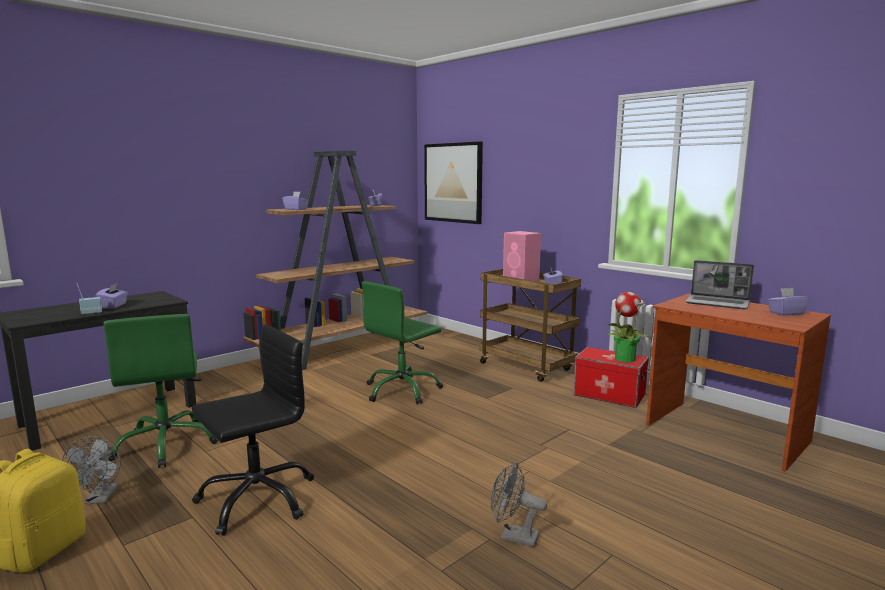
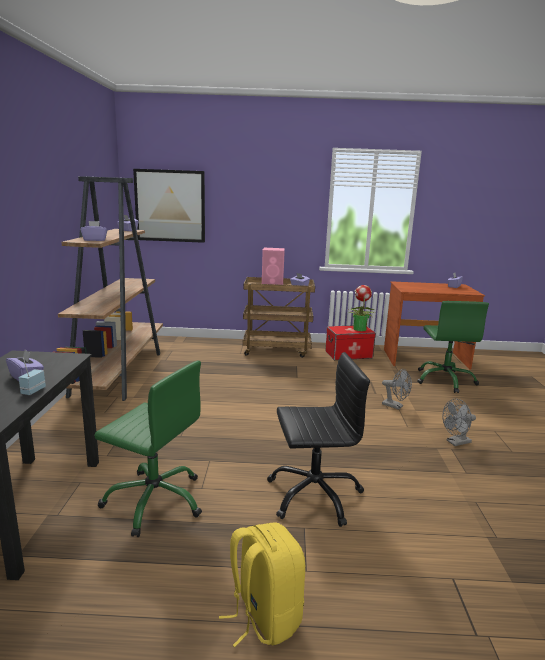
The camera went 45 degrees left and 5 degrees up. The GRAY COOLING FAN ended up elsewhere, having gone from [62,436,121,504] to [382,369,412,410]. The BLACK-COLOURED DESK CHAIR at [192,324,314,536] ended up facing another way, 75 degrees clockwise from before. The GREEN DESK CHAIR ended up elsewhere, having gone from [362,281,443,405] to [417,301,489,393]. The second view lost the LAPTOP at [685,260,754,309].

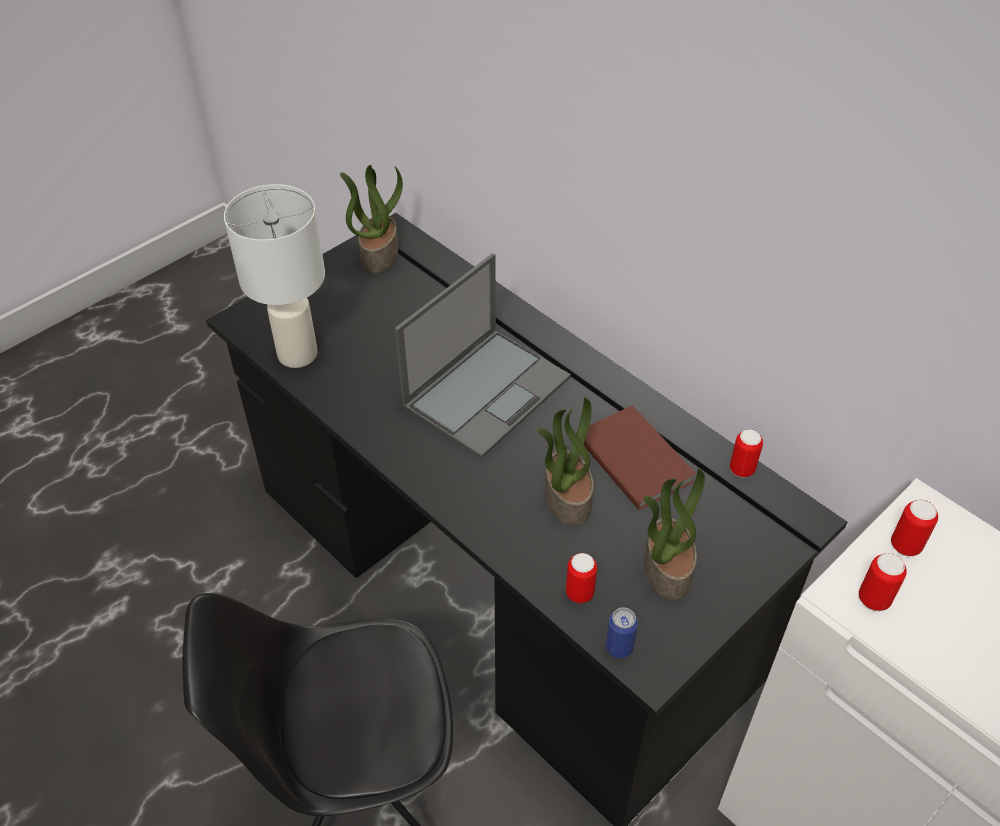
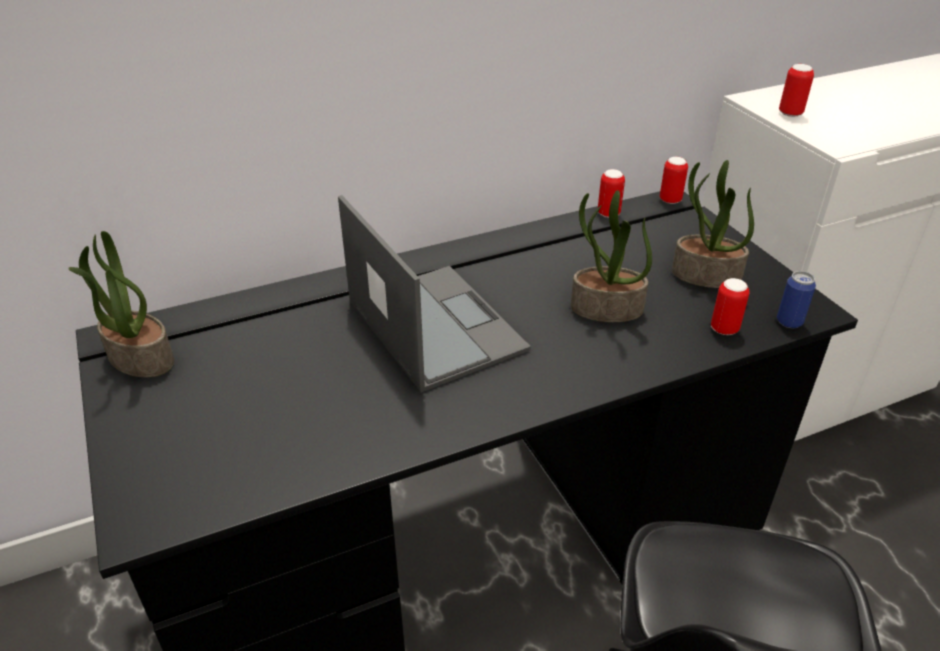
The camera went 70 degrees left and 10 degrees down. The second view lost the WHITE-COLOURED TABLETOP LAMP at [224,184,325,368]. The second view lost the BROWNISH BOUND BOOK at [584,405,696,510]. The CAN ended up elsewhere, having gone from [859,553,907,611] to [660,157,688,204].

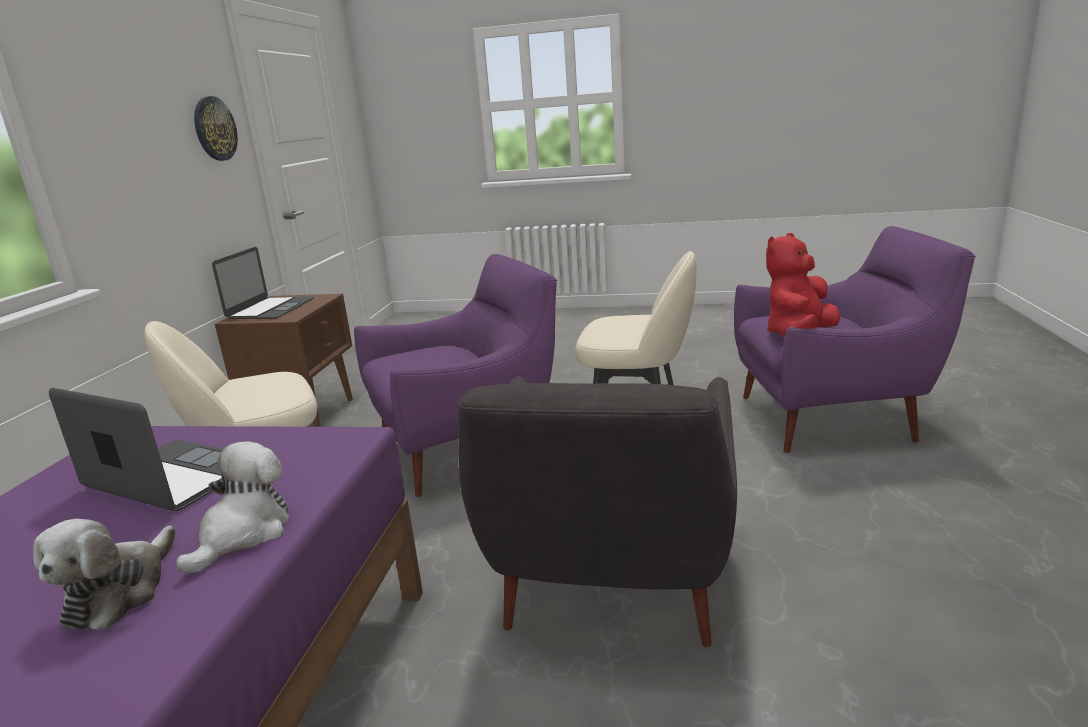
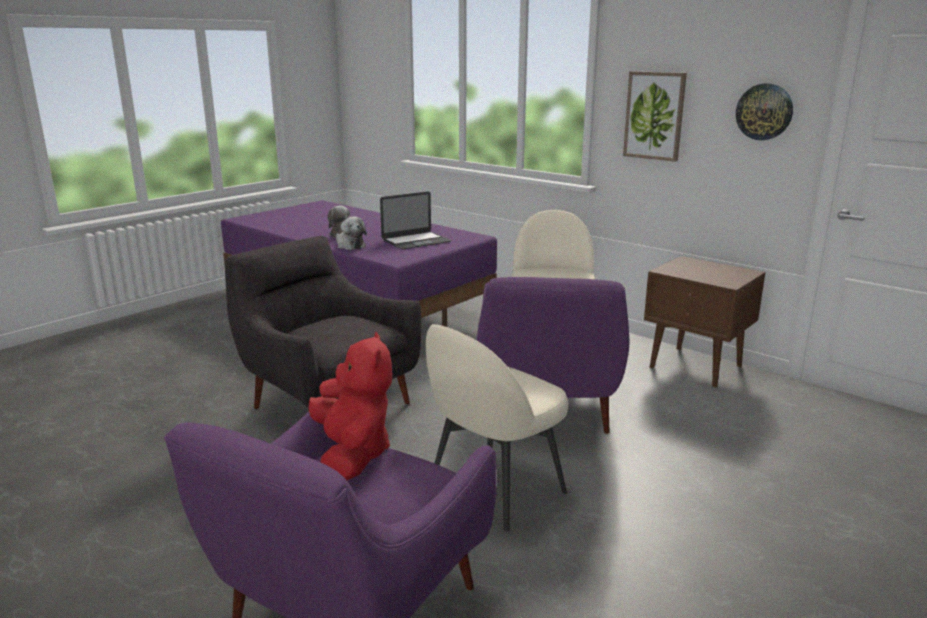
The camera went 120 degrees right and 0 degrees up. The second view lost the LAPTOP at [212,247,314,319]. The second view gained the WALL PICTURE at [623,71,687,162].

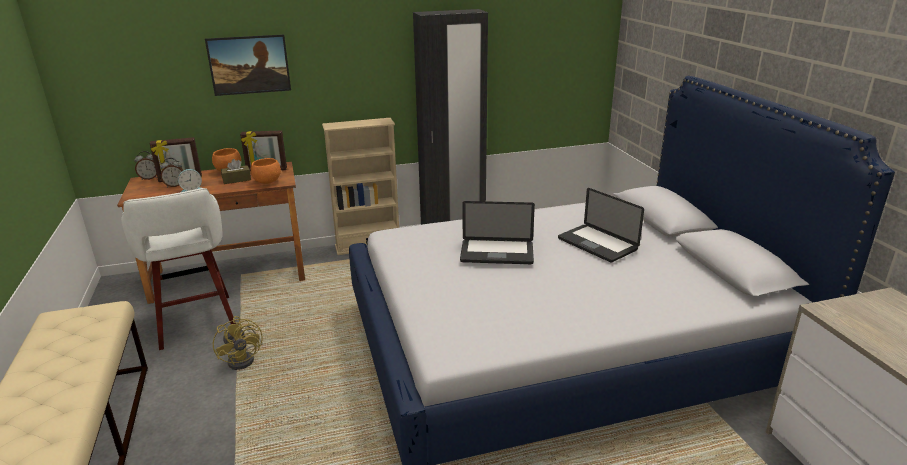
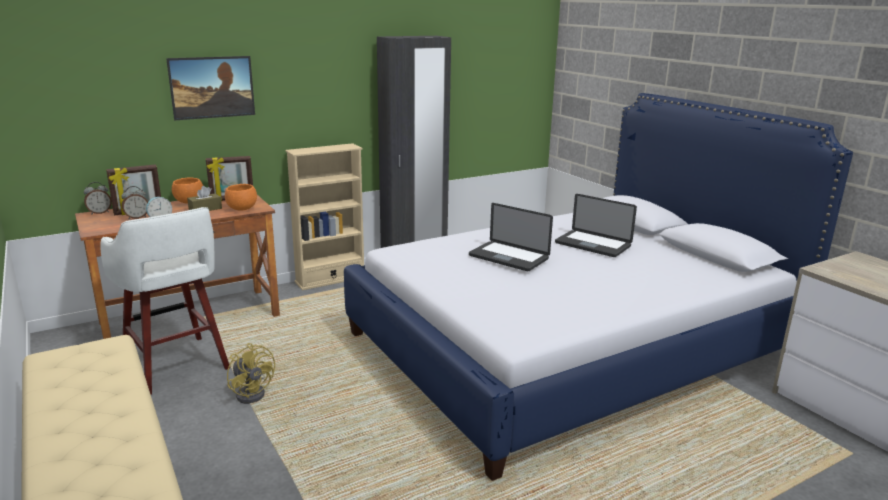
The camera went 15 degrees left and 5 degrees down. The LAPTOP at [460,201,535,264] ended up facing another way, 45 degrees clockwise from before.

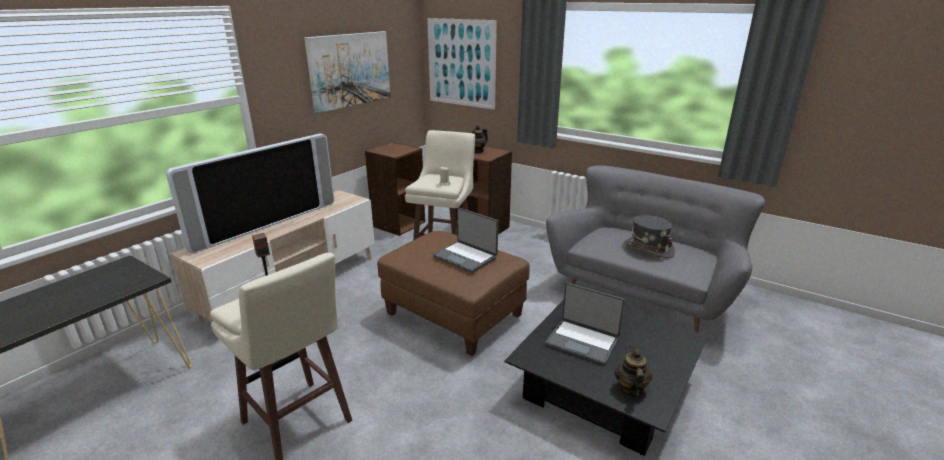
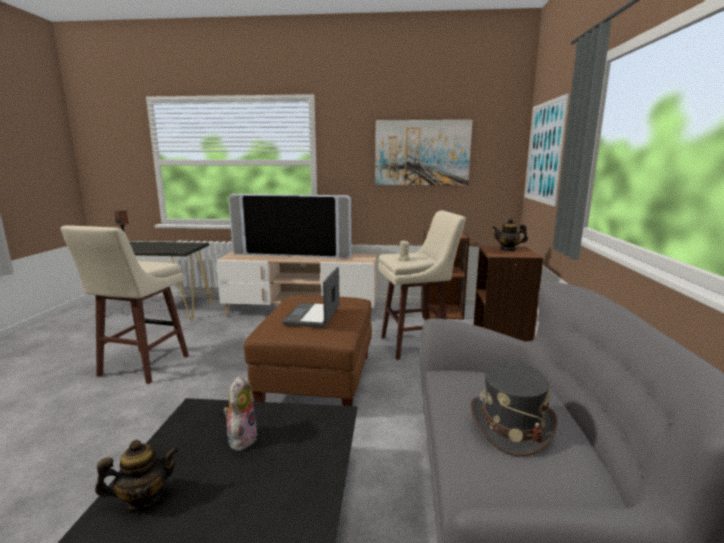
The camera went 60 degrees right and 10 degrees down. Where the LAPTOP stood at [545,283,625,365], the CUDDLY TOY came to stand at [223,376,258,451].

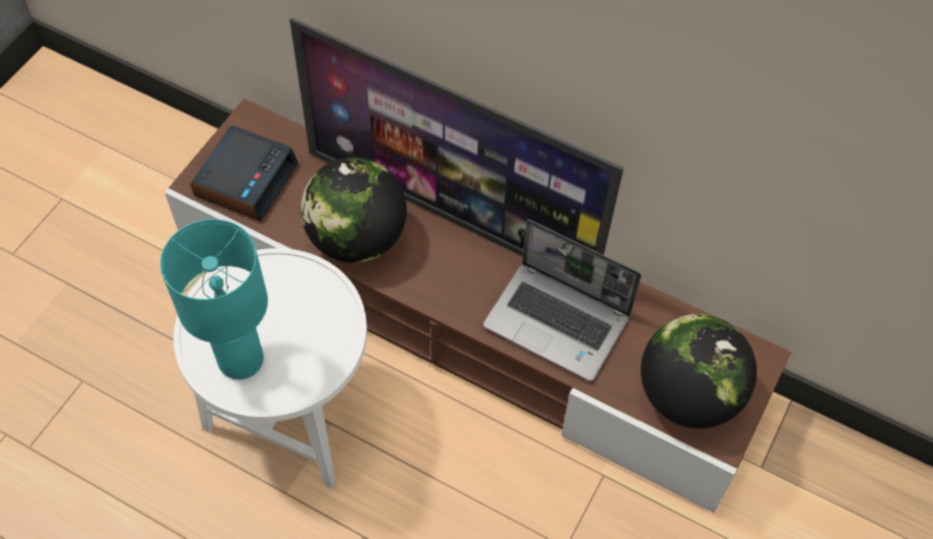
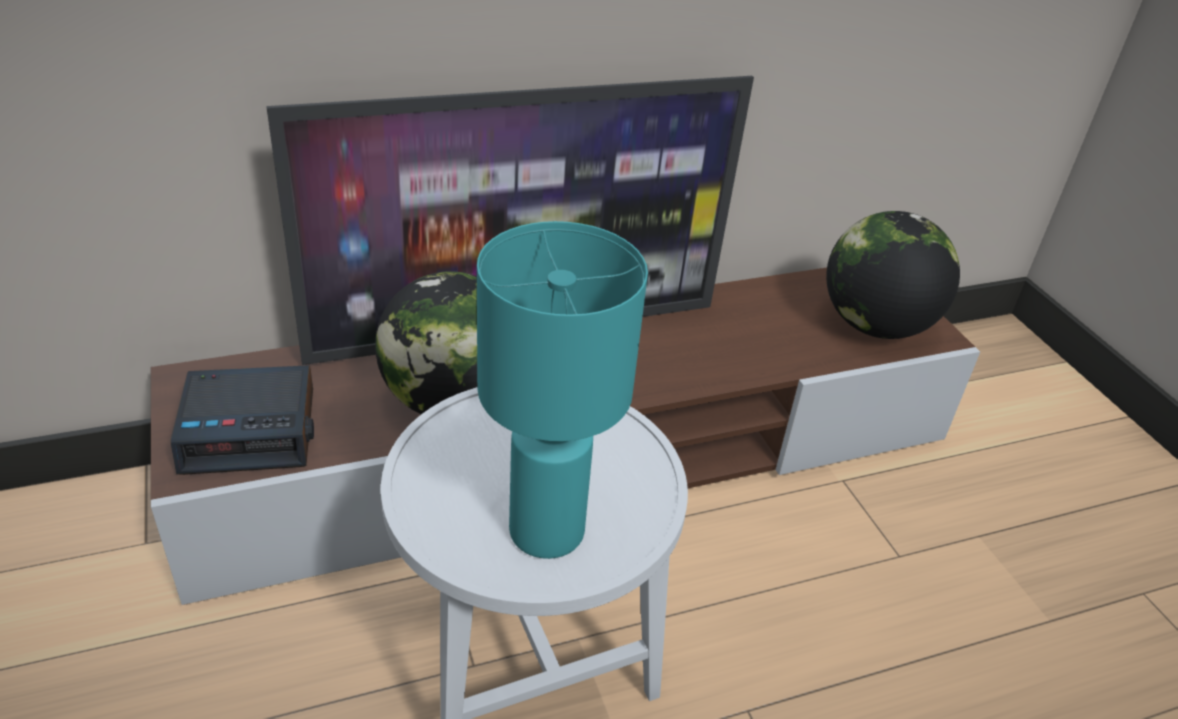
The camera went 50 degrees left and 20 degrees down. The ALARM CLOCK at [190,125,298,222] ended up facing another way, 105 degrees clockwise from before. The second view lost the LAPTOP at [483,220,641,381].

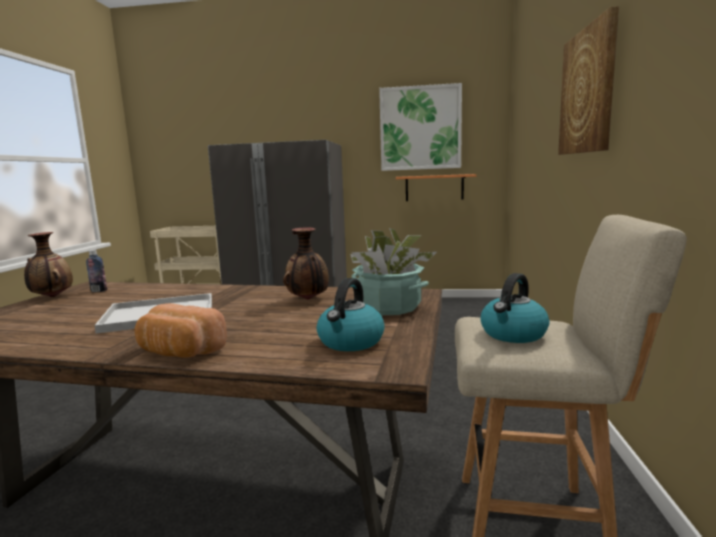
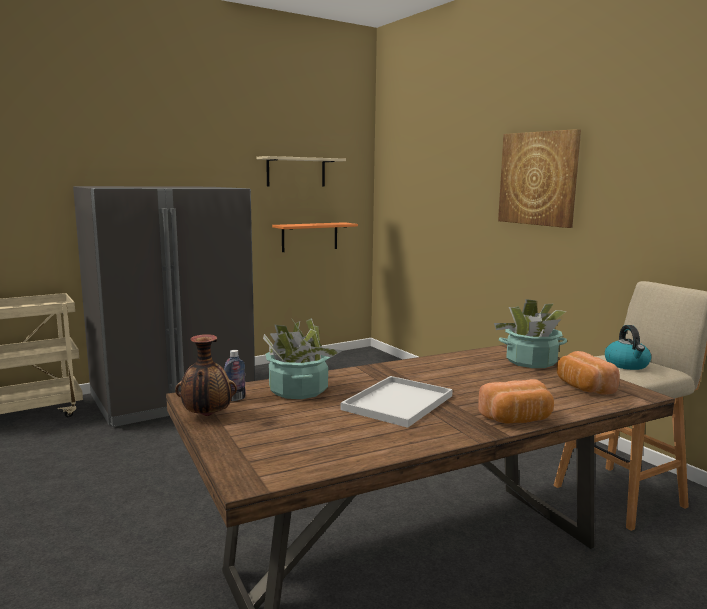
The camera went 40 degrees left and 0 degrees up. The second view lost the FLOWER VASE at [283,227,329,300]. Where the TEA KETTLE stood at [317,278,385,351], the BAKED BREAD came to stand at [557,351,620,395]. Where the WALL PICTURE hung at [379,83,462,171], the SAND-COLOURED SHELF came to hang at [256,156,346,187]. The second view gained the HOUSEPLANT at [263,318,343,399].

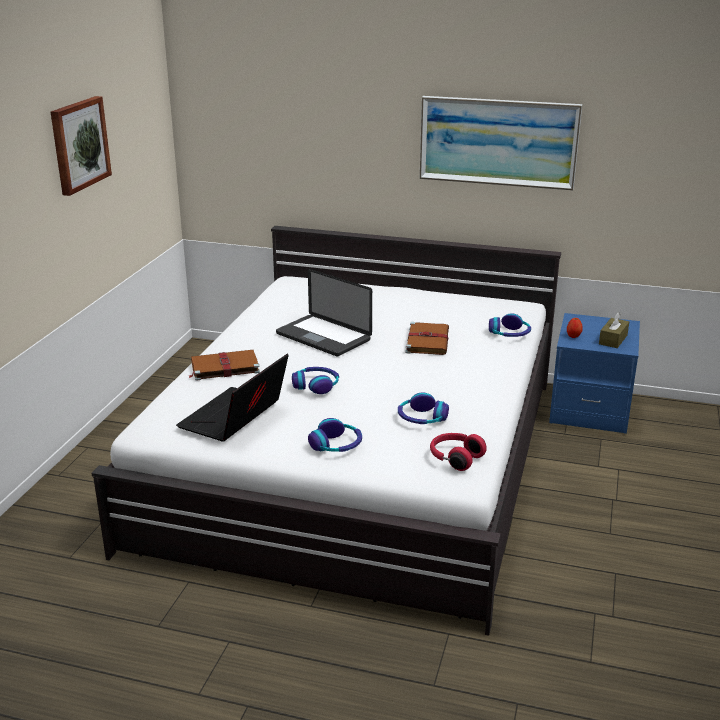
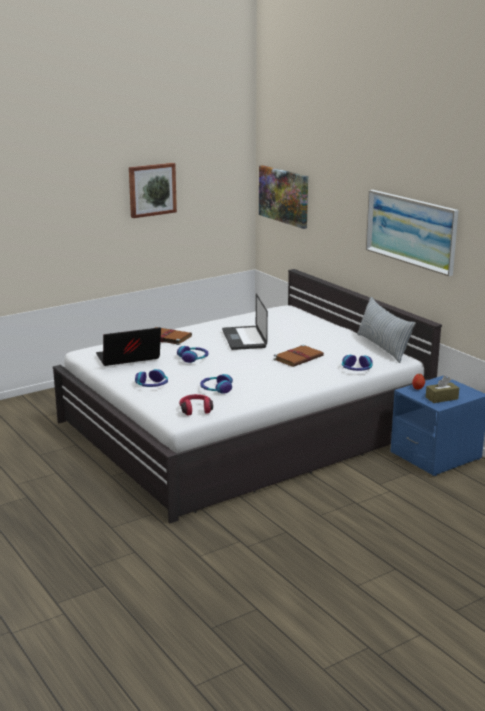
The camera went 40 degrees right and 5 degrees down. The second view gained the WALL PICTURE at [259,165,308,229]. The second view gained the THROW PILLOW at [357,297,416,363].

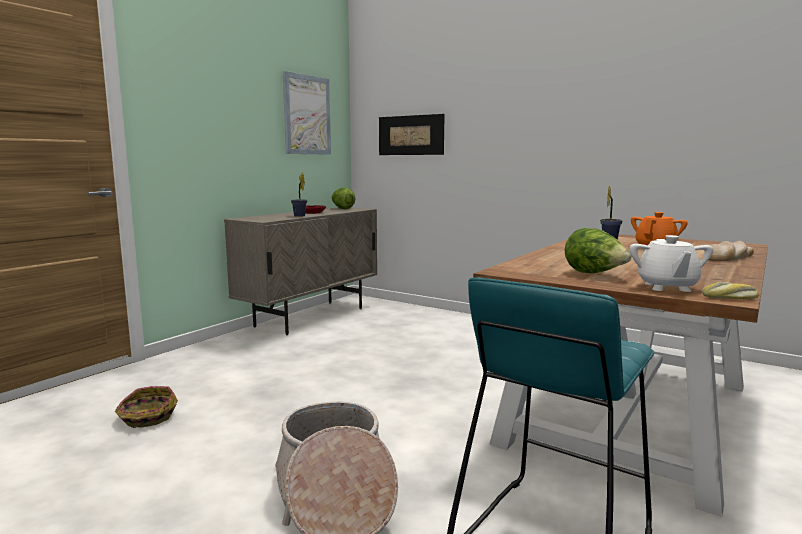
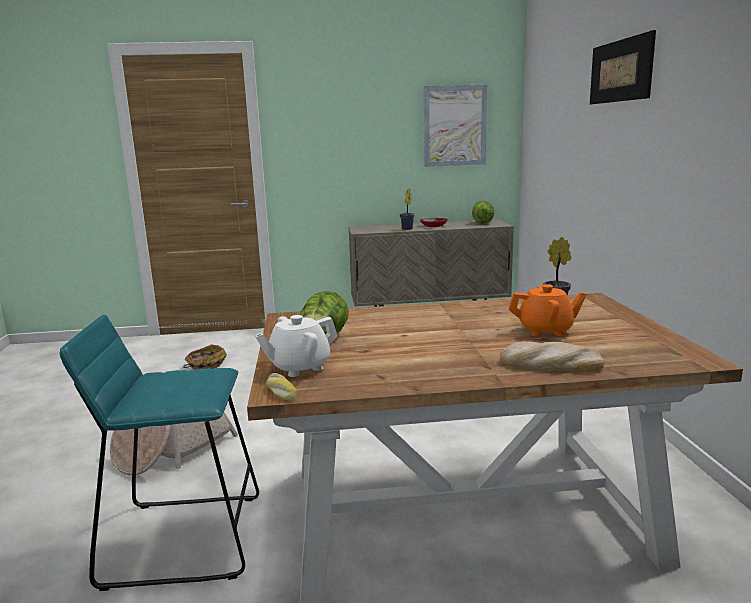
The camera went 50 degrees right and 5 degrees up. The WALL PICTURE ended up elsewhere, having gone from [379,114,445,155] to [590,30,656,104].

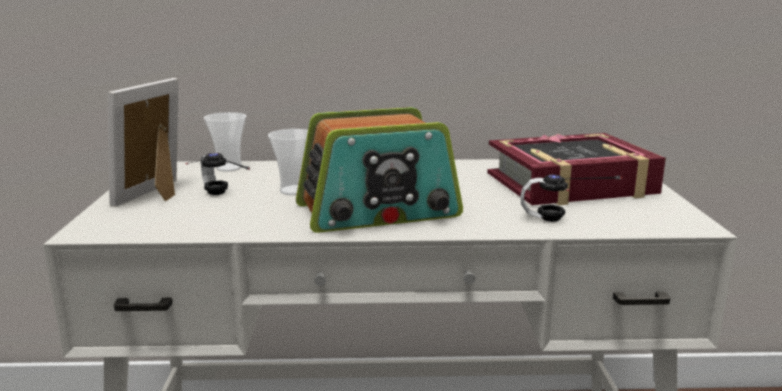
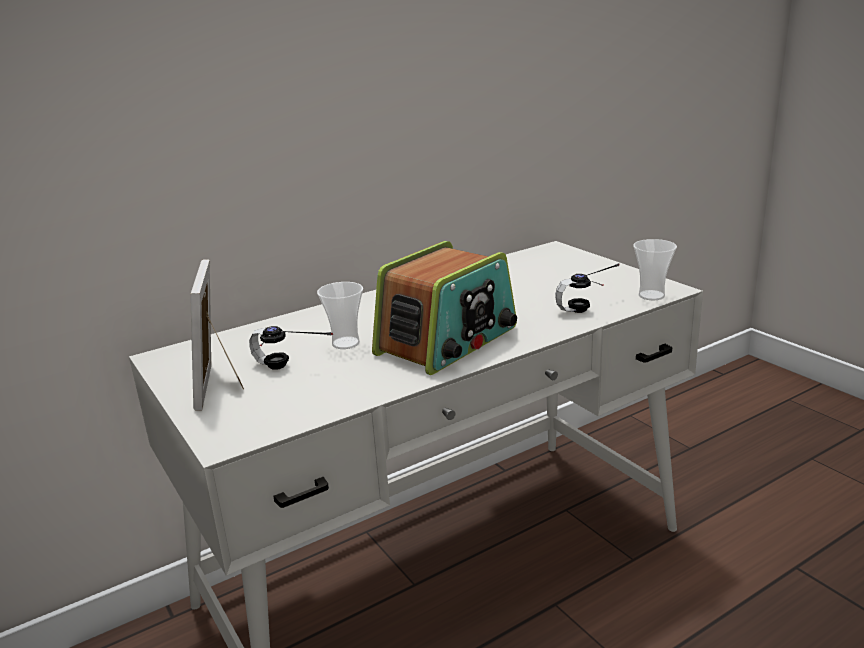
The camera went 30 degrees left and 5 degrees up. The SMALL CUP ended up elsewhere, having gone from [204,112,246,172] to [633,239,677,300]. The second view lost the BOUND BOOK at [487,133,666,205].

